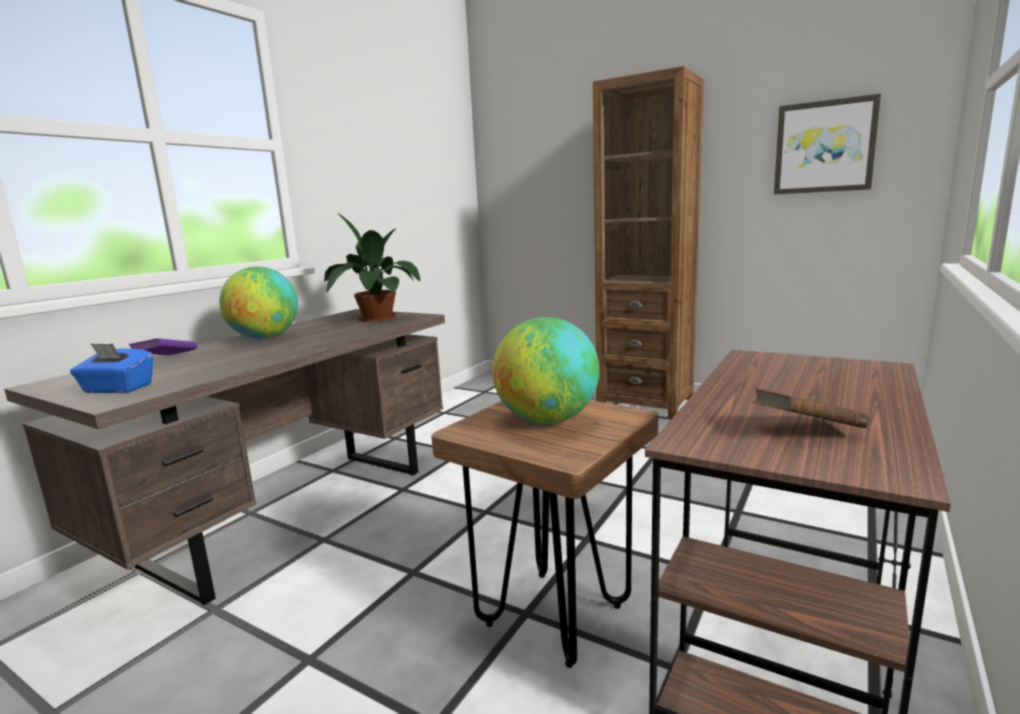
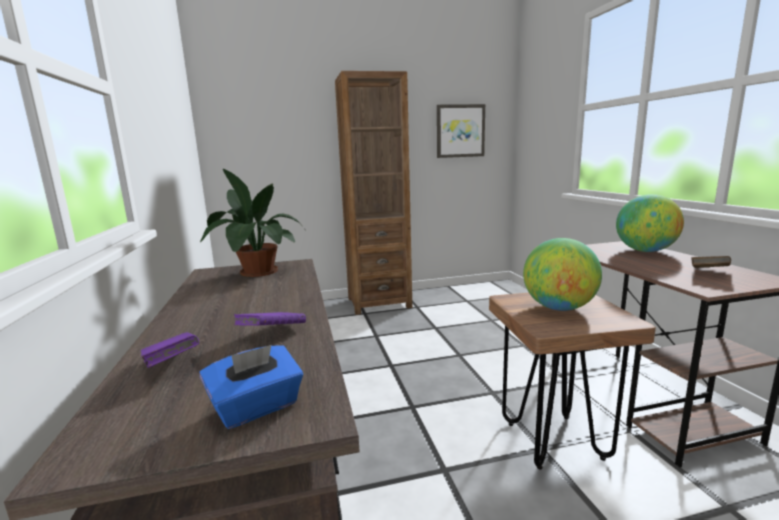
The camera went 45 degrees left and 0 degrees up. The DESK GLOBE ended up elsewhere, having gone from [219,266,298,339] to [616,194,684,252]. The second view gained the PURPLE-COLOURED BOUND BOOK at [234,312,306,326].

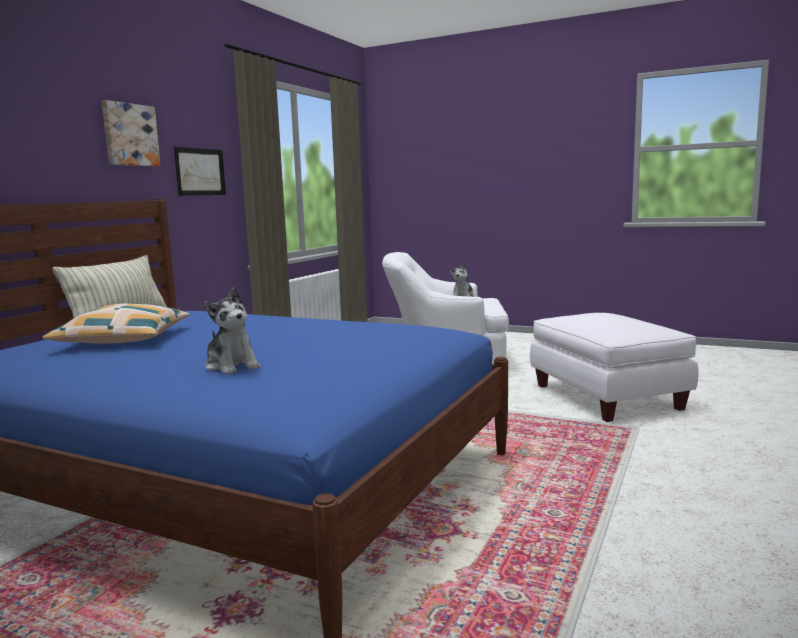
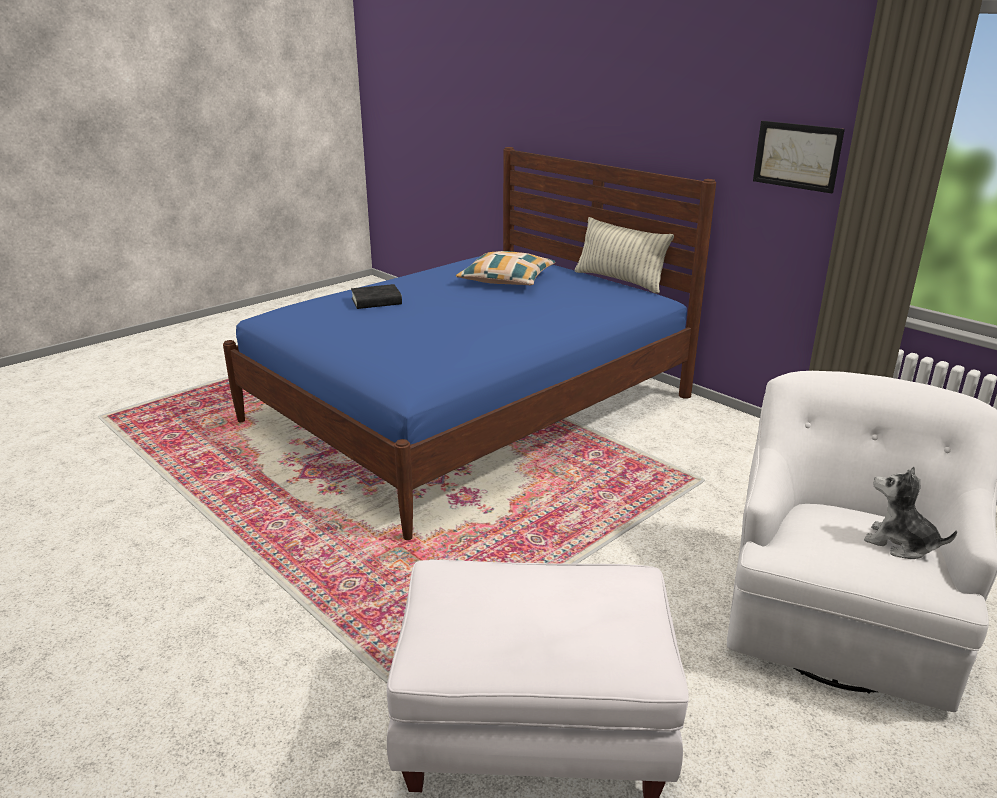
The camera went 110 degrees right and 15 degrees up. The second view lost the WALL PICTURE at [102,100,161,166]. Where the CUDDLY TOY stood at [204,287,261,375], the BLACK-COLOURED BOUND BOOK came to stand at [351,284,402,309].

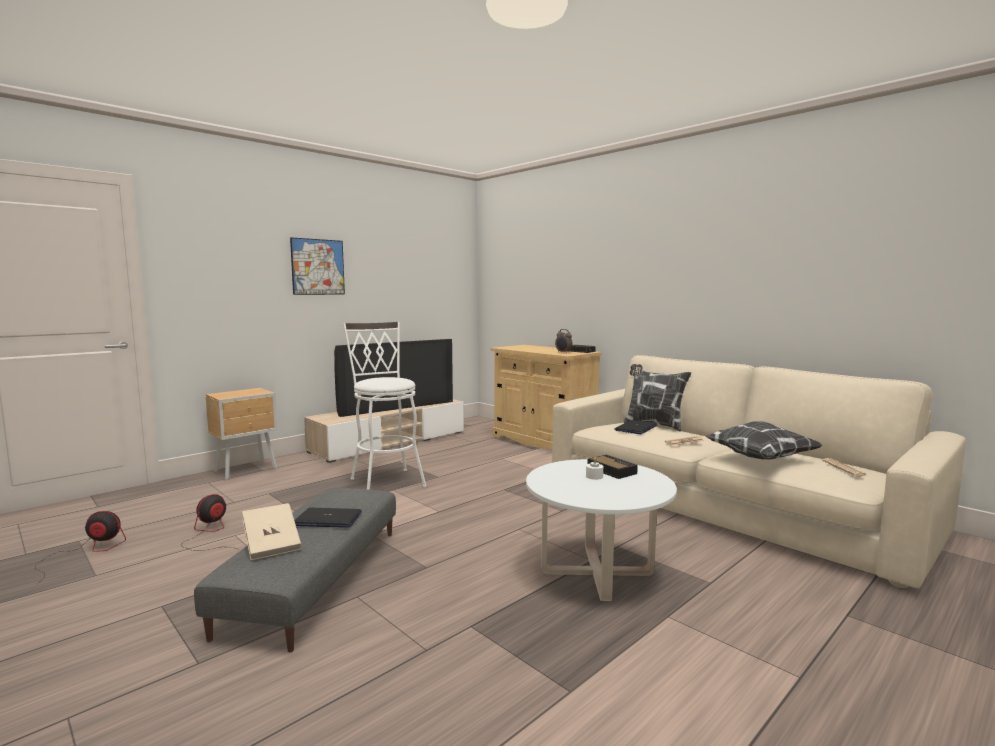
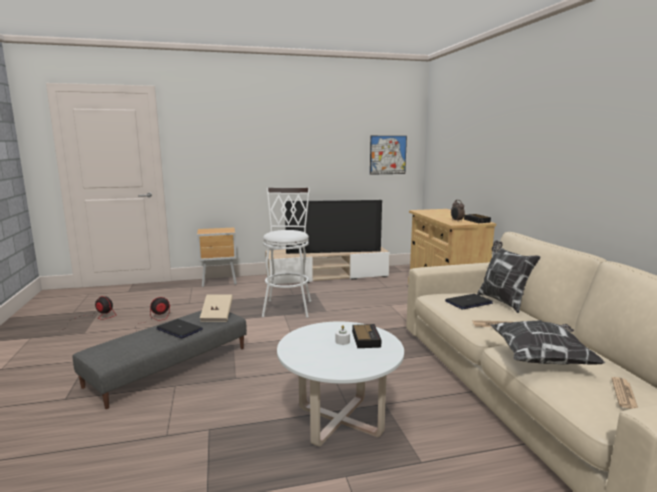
The camera went 30 degrees right and 5 degrees up. The SAND-COLOURED BOUND BOOK ended up elsewhere, having gone from [242,503,302,560] to [200,294,233,322]. The WALL PICTURE ended up elsewhere, having gone from [290,237,345,295] to [370,136,407,175].

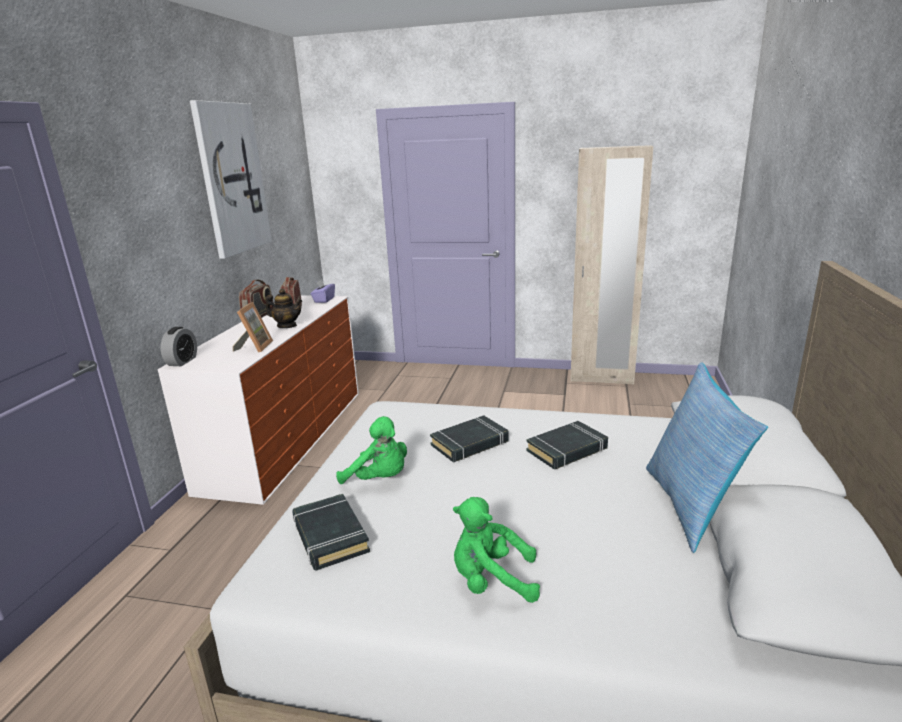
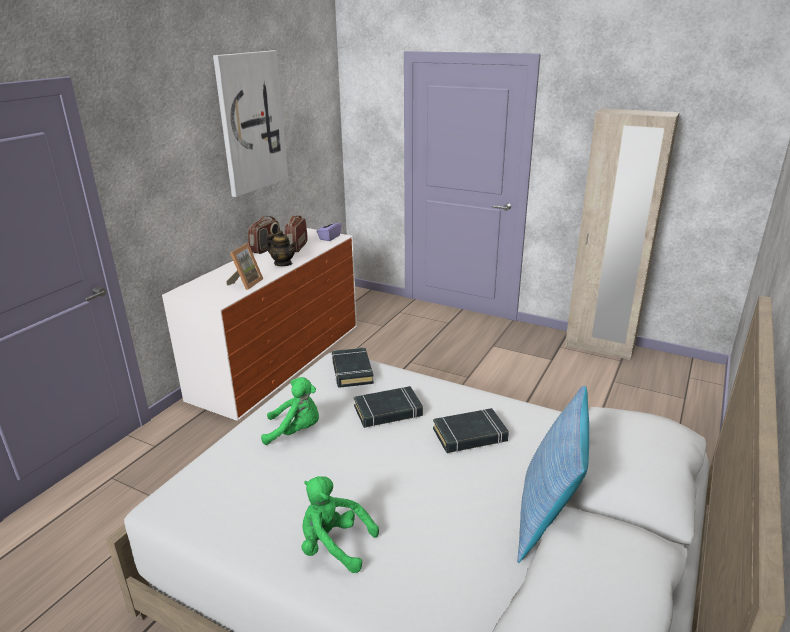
The camera went 15 degrees right and 5 degrees up. The second view lost the ALARM CLOCK at [161,327,197,366]. The BLACK-COLOURED BOUND BOOK ended up elsewhere, having gone from [292,494,370,570] to [332,347,374,388]. The GREEN CUDDLY TOY at [336,416,407,484] ended up facing another way, 45 degrees counterclockwise from before.

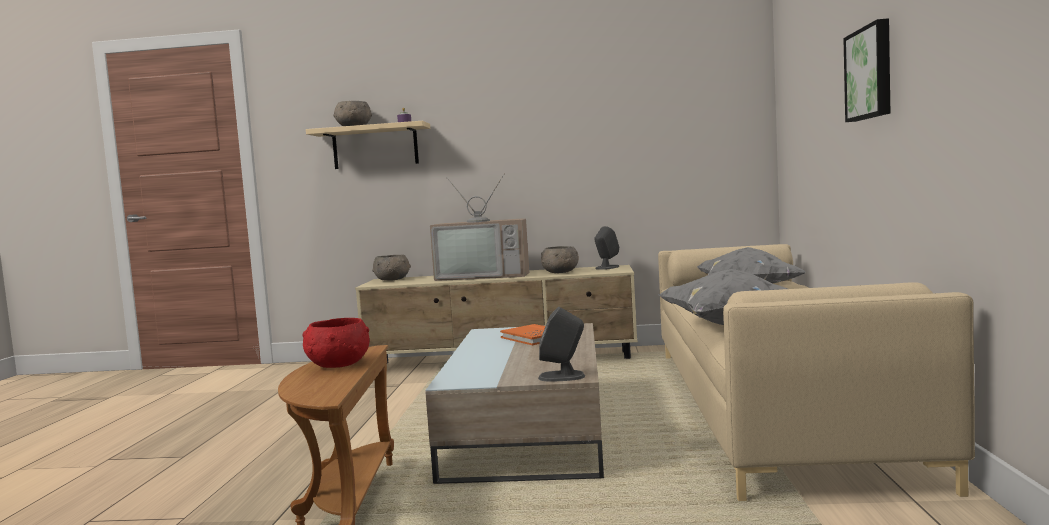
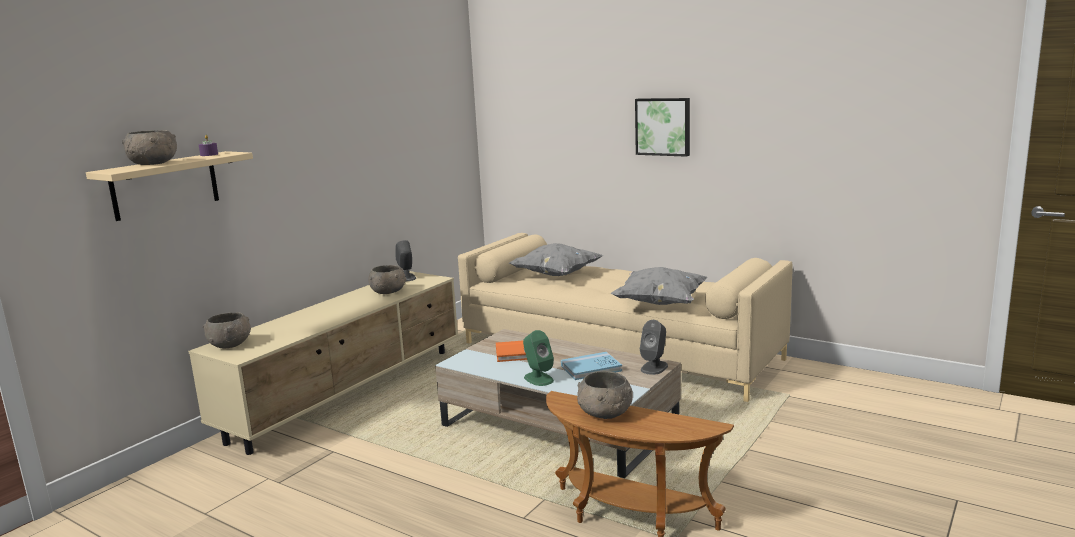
The camera went 60 degrees left and 10 degrees up. What was the REDDISH DEEP DISH at [302,318,370,368] turned into the GRAY DEEP DISH at [577,371,633,419]. The second view lost the TELEVISION at [430,173,529,281]. The second view gained the GREEN LOUDSPEAKER at [523,330,554,386]. The second view gained the BLUISH BOUND BOOK at [561,352,622,380].

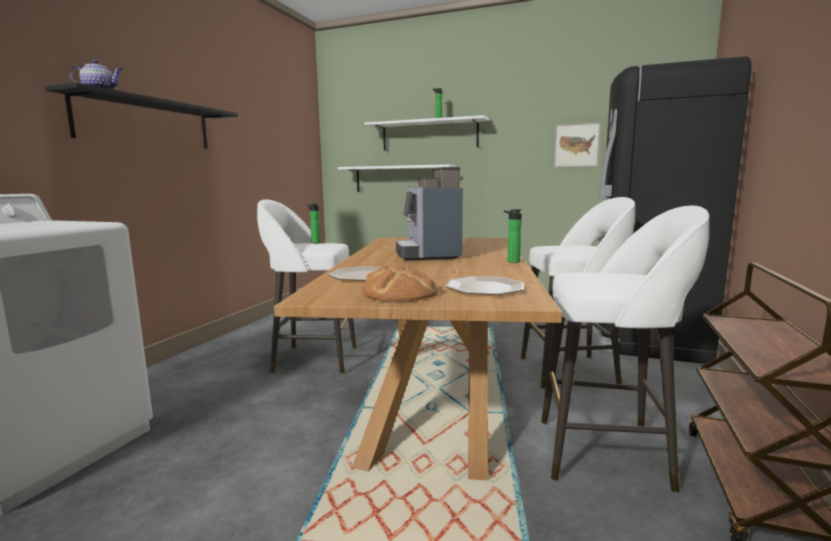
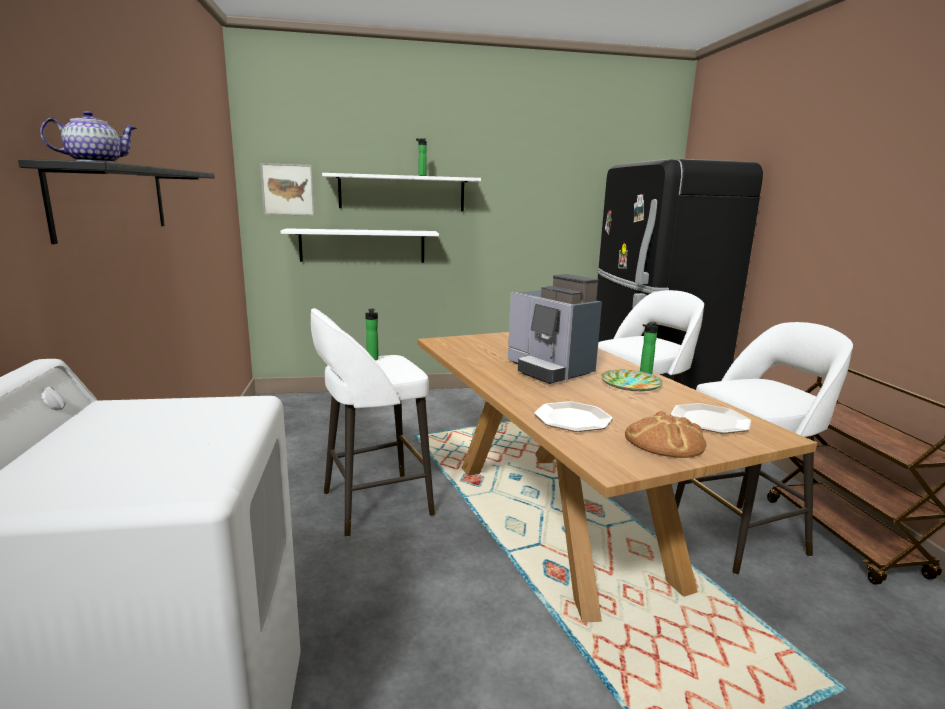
The camera went 30 degrees left and 5 degrees up. The WALL PICTURE ended up elsewhere, having gone from [554,122,601,168] to [260,163,314,216]. The second view gained the DINNER PLATE at [601,370,663,391].

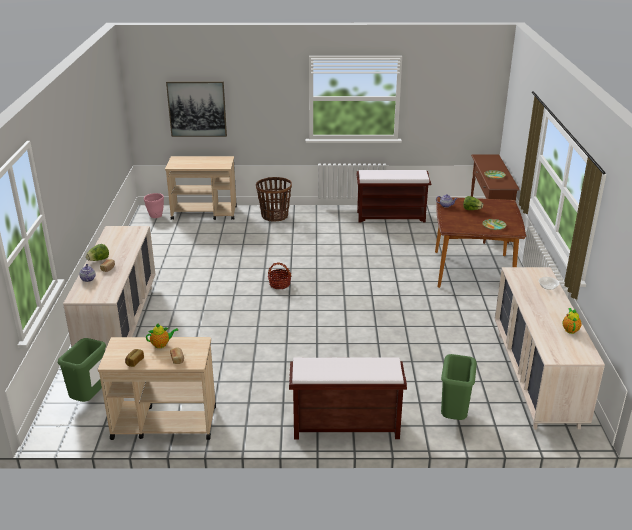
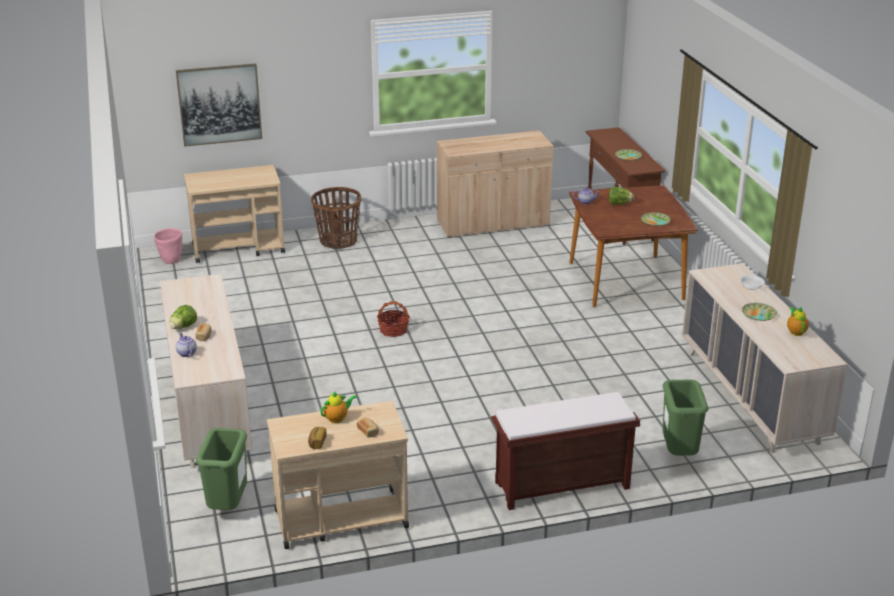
The camera went 15 degrees left and 0 degrees up. Where the BROWNISH INDOOR BENCH stood at [356,170,431,223], the SAND-COLOURED CABINET came to stand at [437,130,554,238]. The second view gained the DINNER PLATE at [742,303,777,321].

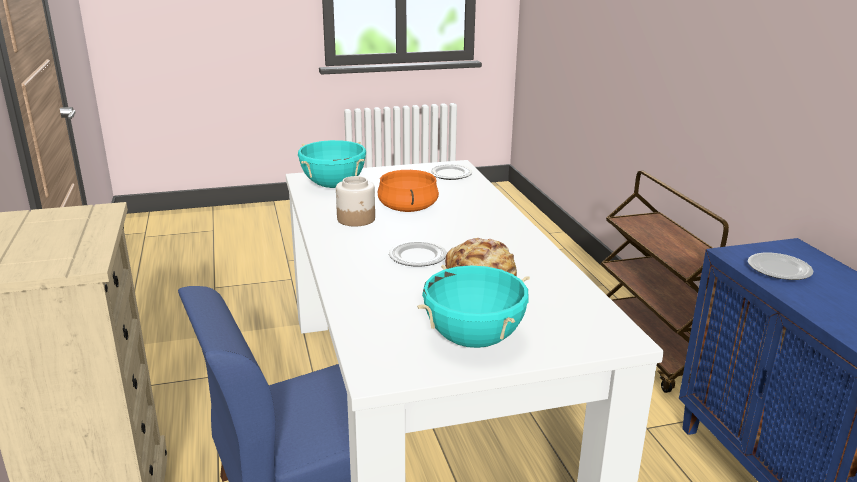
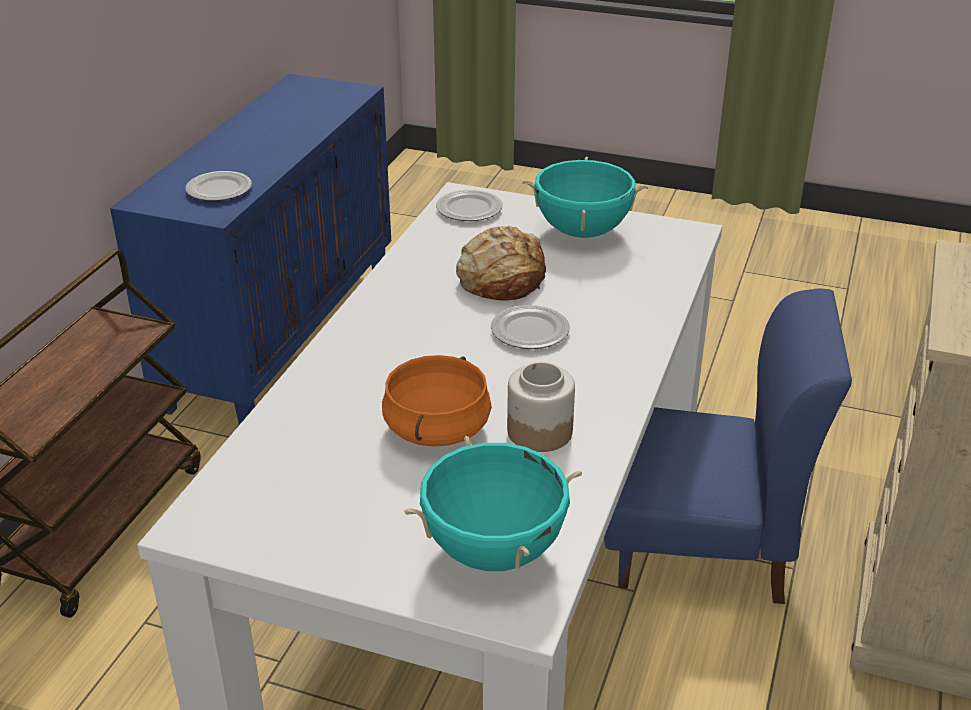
The camera went 145 degrees left and 10 degrees up. The DINNER PLATE ended up elsewhere, having gone from [428,164,473,180] to [436,190,503,221].

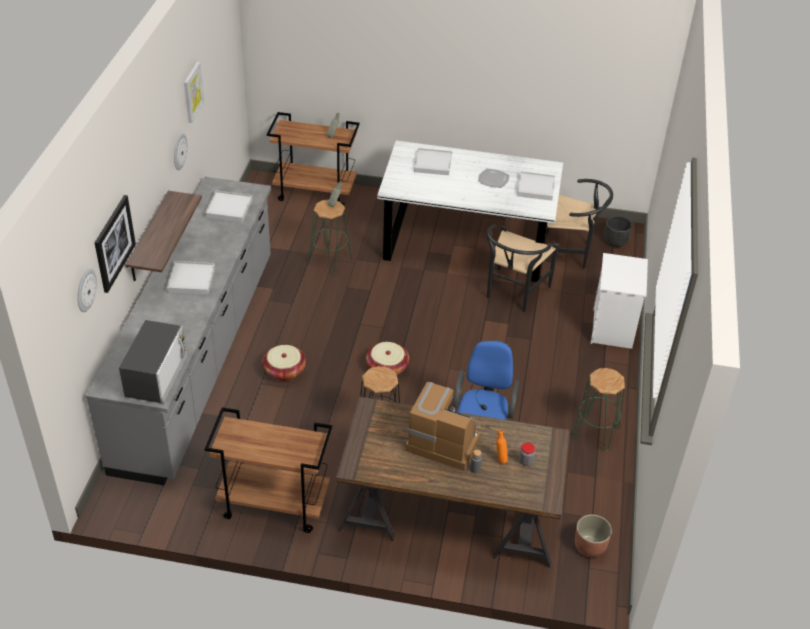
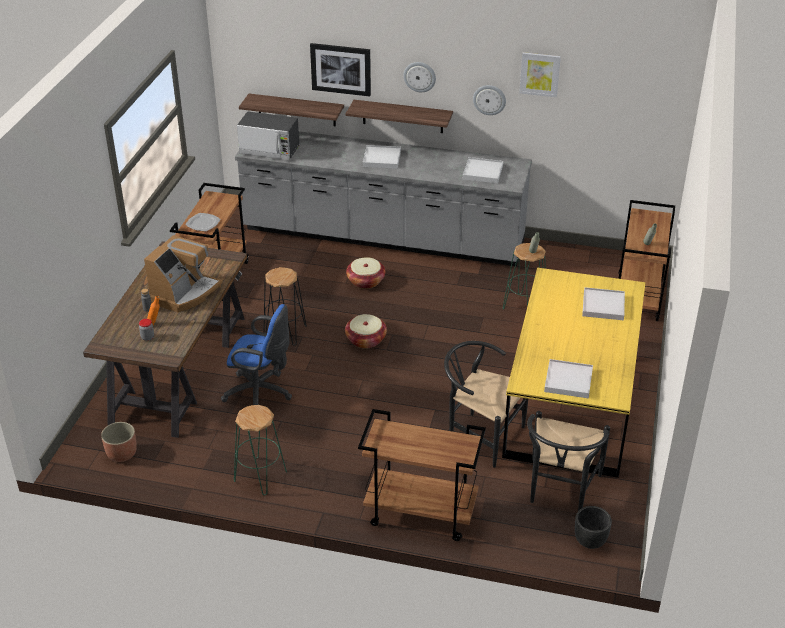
The camera went 95 degrees right and 5 degrees down. The WALL CLOCK ended up elsewhere, having gone from [78,269,97,312] to [403,62,436,92]. What was the WHITE-COLOURED DINING TABLE at [377,140,563,282] turned into the YELLOW-COLOURED DINING TABLE at [502,267,646,478]. The DINNER PLATE ended up elsewhere, having gone from [478,169,509,188] to [186,213,220,231]. Where the WHITE-COLOURED NIGHTSTAND stood at [590,253,648,349], the BROWNISH CART came to stand at [358,409,486,541]. The second view gained the SHELF at [239,94,344,127].

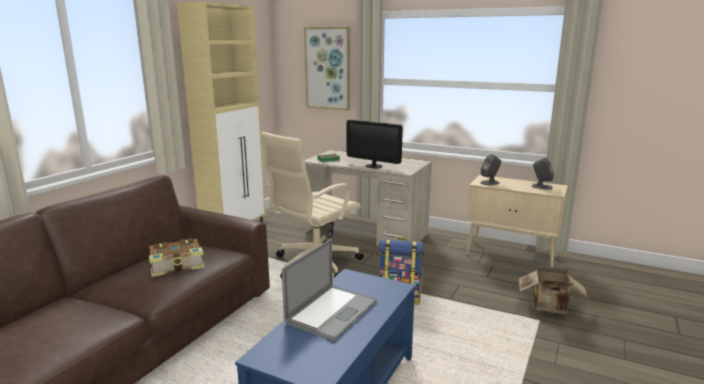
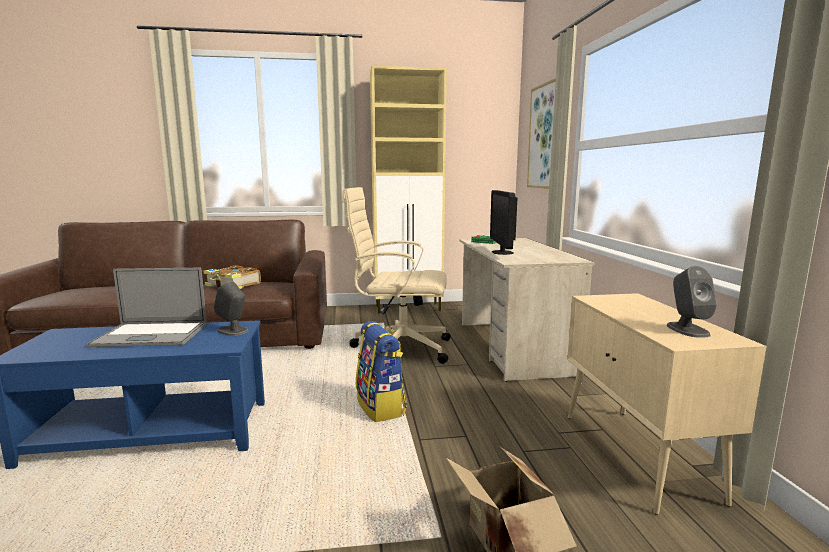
The camera went 55 degrees right and 5 degrees down. The GRAY LOUDSPEAKER ended up elsewhere, having gone from [480,154,501,185] to [214,281,249,336].

